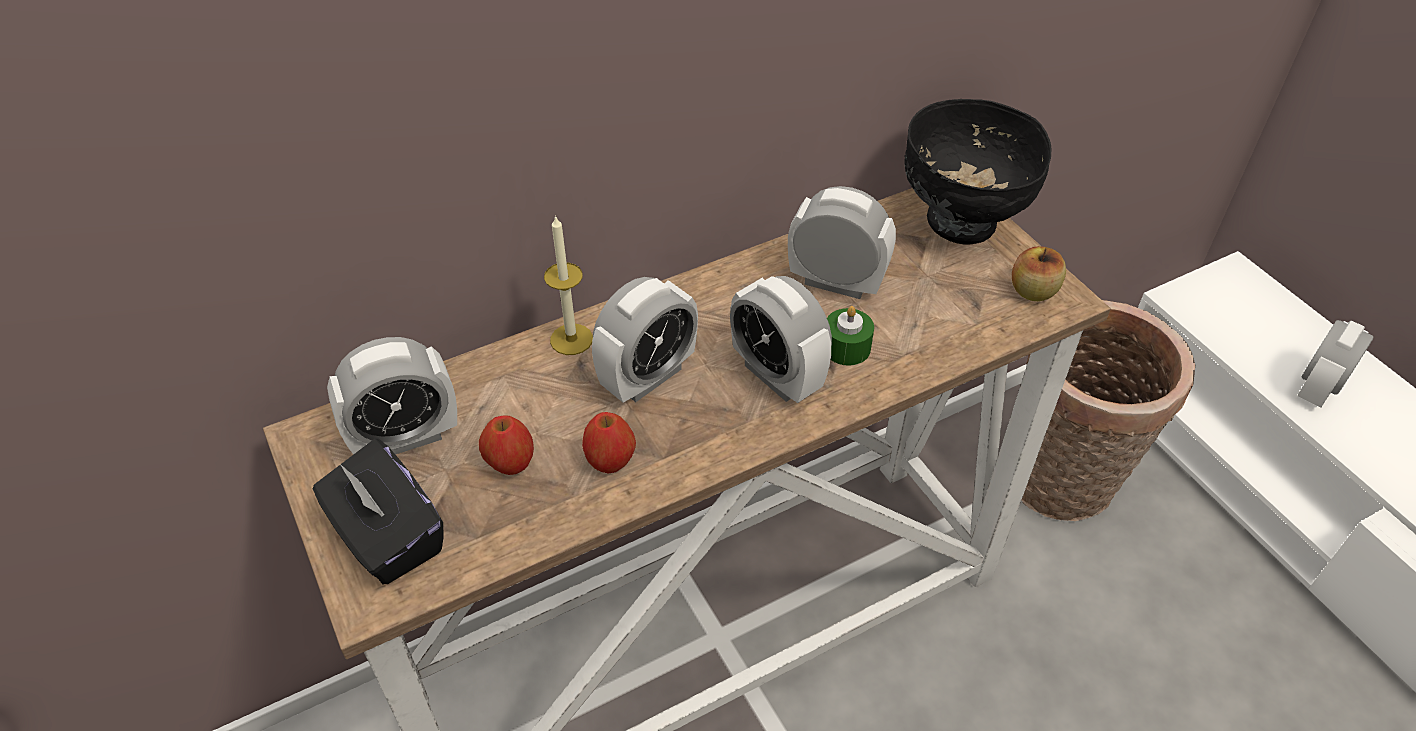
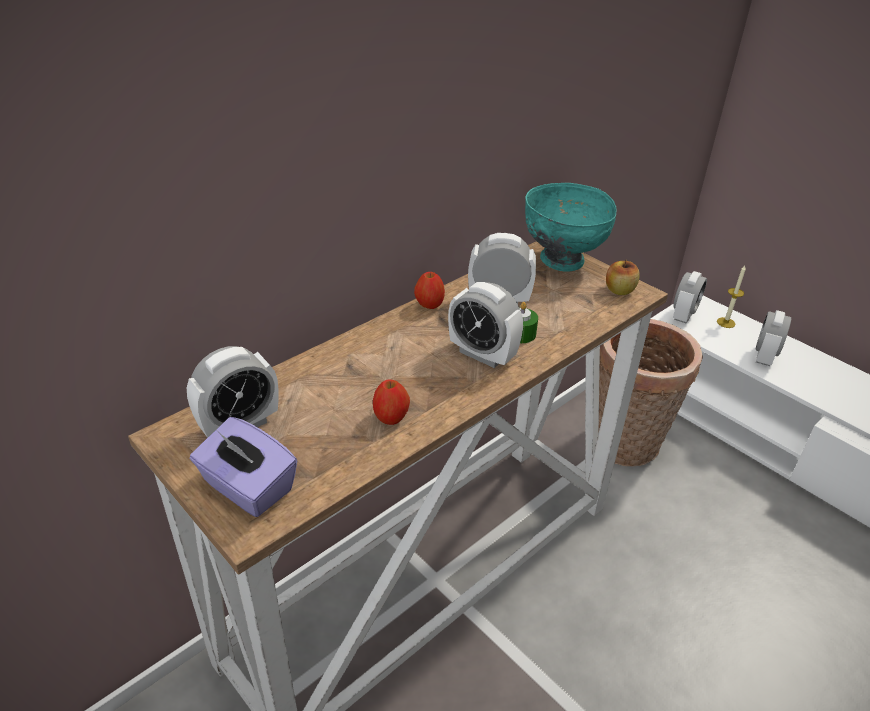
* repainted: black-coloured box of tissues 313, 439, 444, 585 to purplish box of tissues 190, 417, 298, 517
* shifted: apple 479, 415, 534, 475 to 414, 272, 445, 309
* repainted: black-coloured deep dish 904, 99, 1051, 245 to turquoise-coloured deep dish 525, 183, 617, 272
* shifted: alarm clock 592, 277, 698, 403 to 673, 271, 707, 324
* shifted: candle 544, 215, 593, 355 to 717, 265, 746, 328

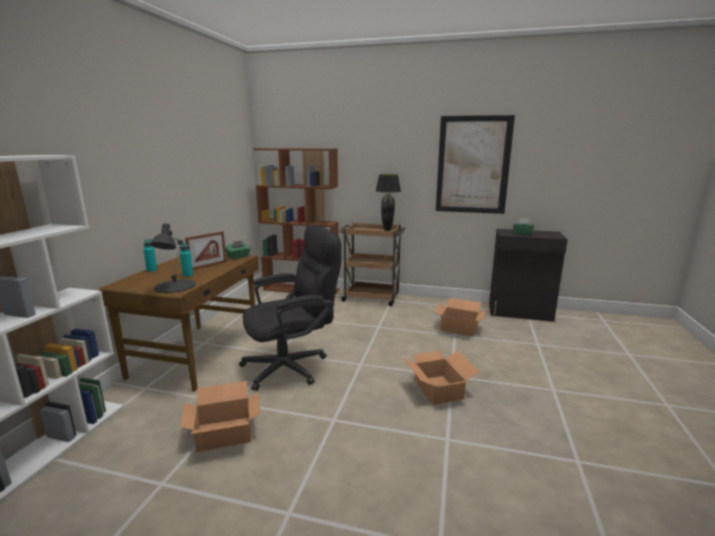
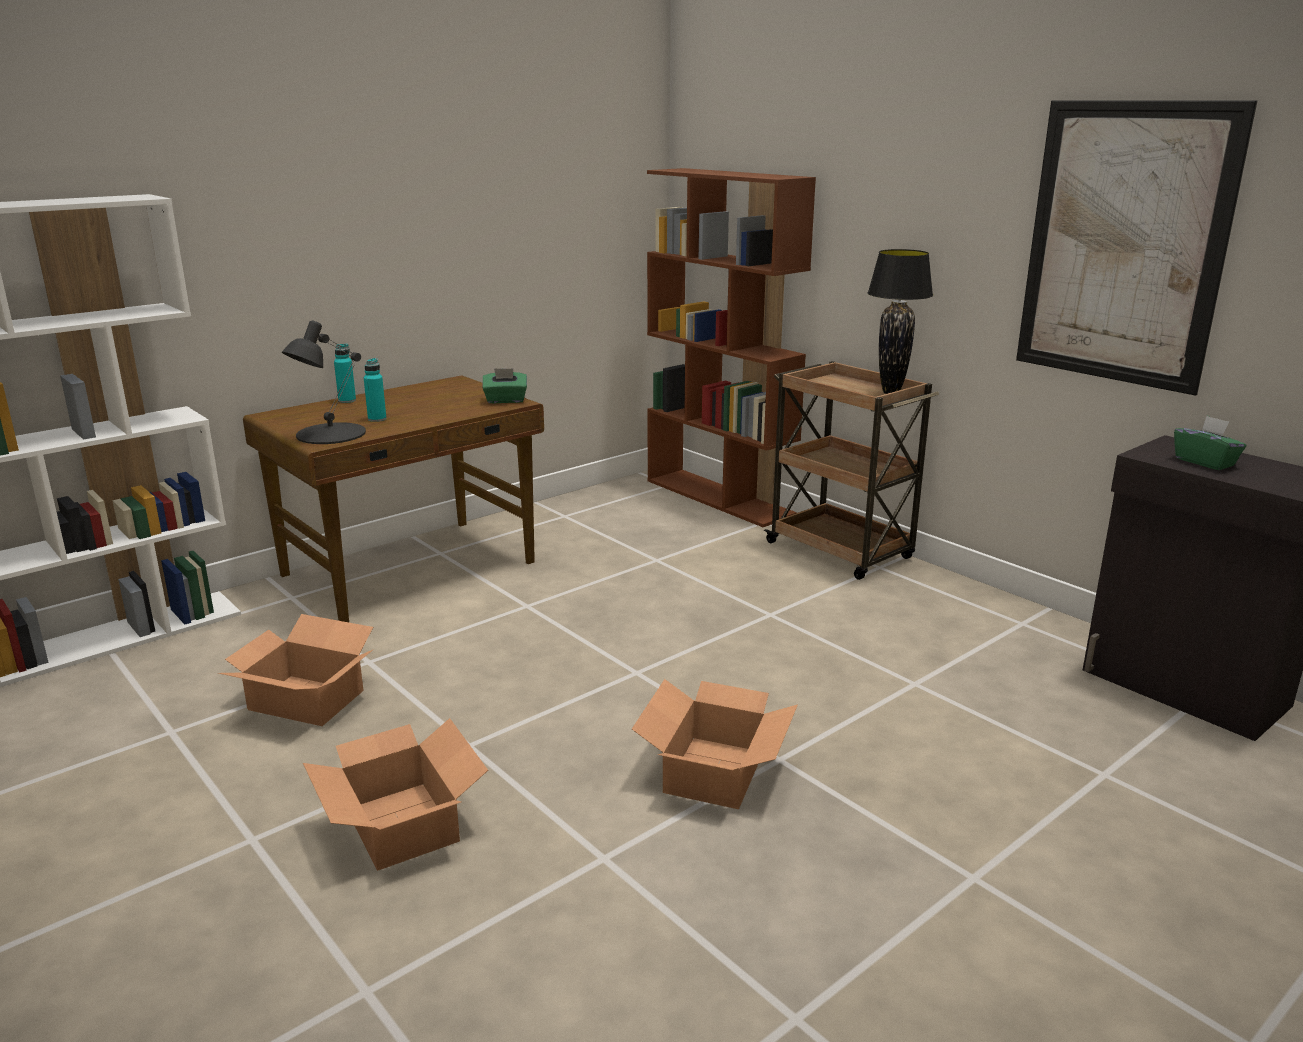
* shifted: packing box 435, 298, 486, 336 to 303, 718, 488, 871
* gone: photo frame 185, 231, 227, 270
* gone: black-coloured desk chair 239, 225, 342, 391

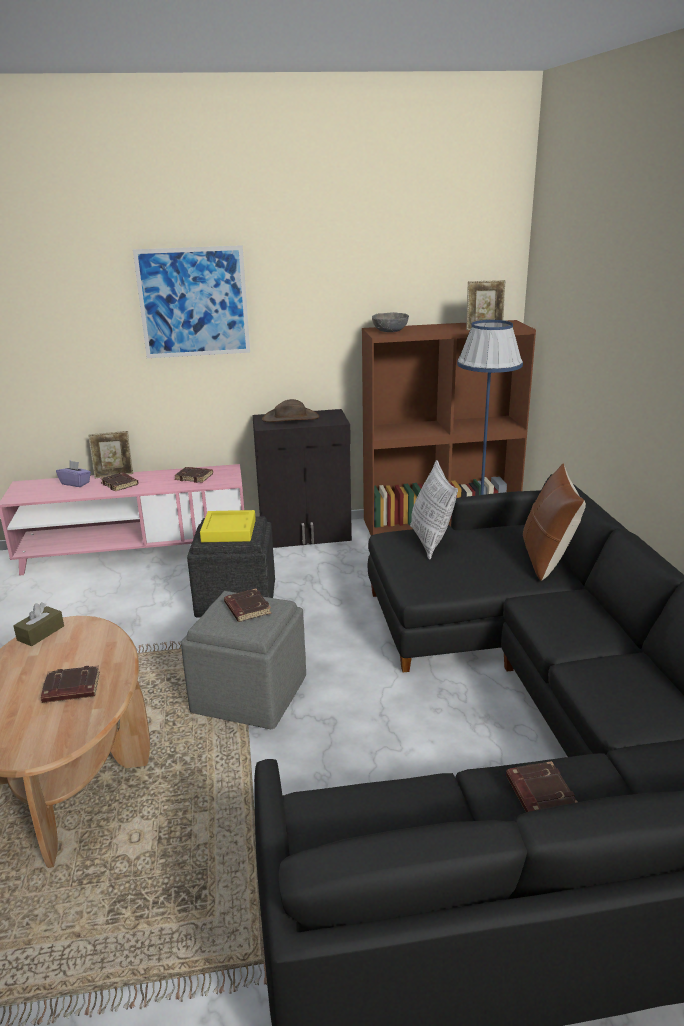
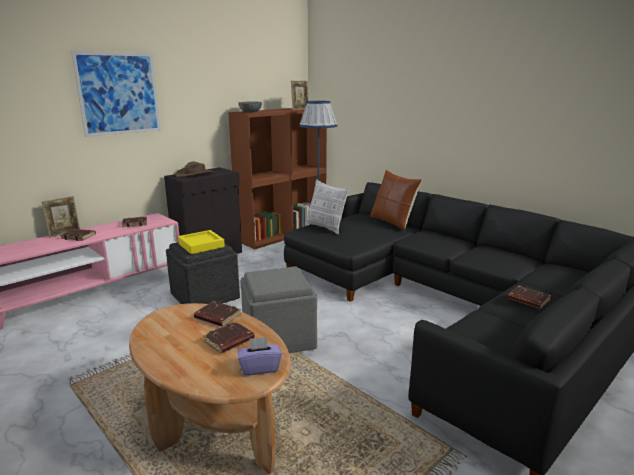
* shifted: brownish bound book 224, 588, 271, 622 to 194, 301, 241, 327
* shifted: purplish box of tissues 56, 461, 91, 487 to 238, 337, 282, 376
* gone: brownish box of tissues 13, 602, 64, 646

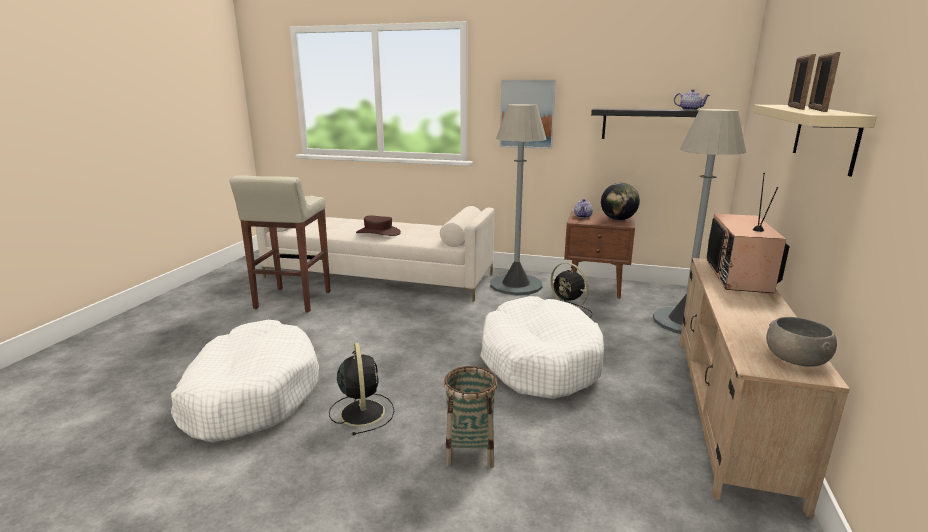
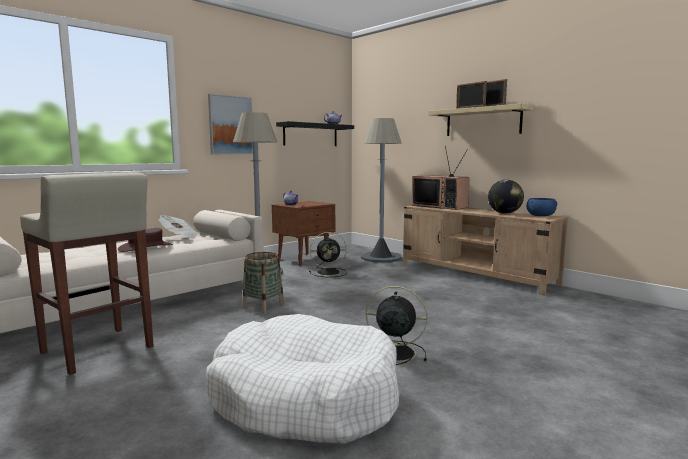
* new: newspaper 158, 215, 199, 239
* shifted: household basket 444, 366, 497, 468 to 242, 252, 284, 314
* shifted: world globe 601, 183, 640, 220 to 488, 180, 524, 214
* repainted: gray deep dish 766, 317, 837, 367 to blue-coloured deep dish 527, 198, 557, 216
* gone: white-coloured dog bed 480, 296, 604, 399

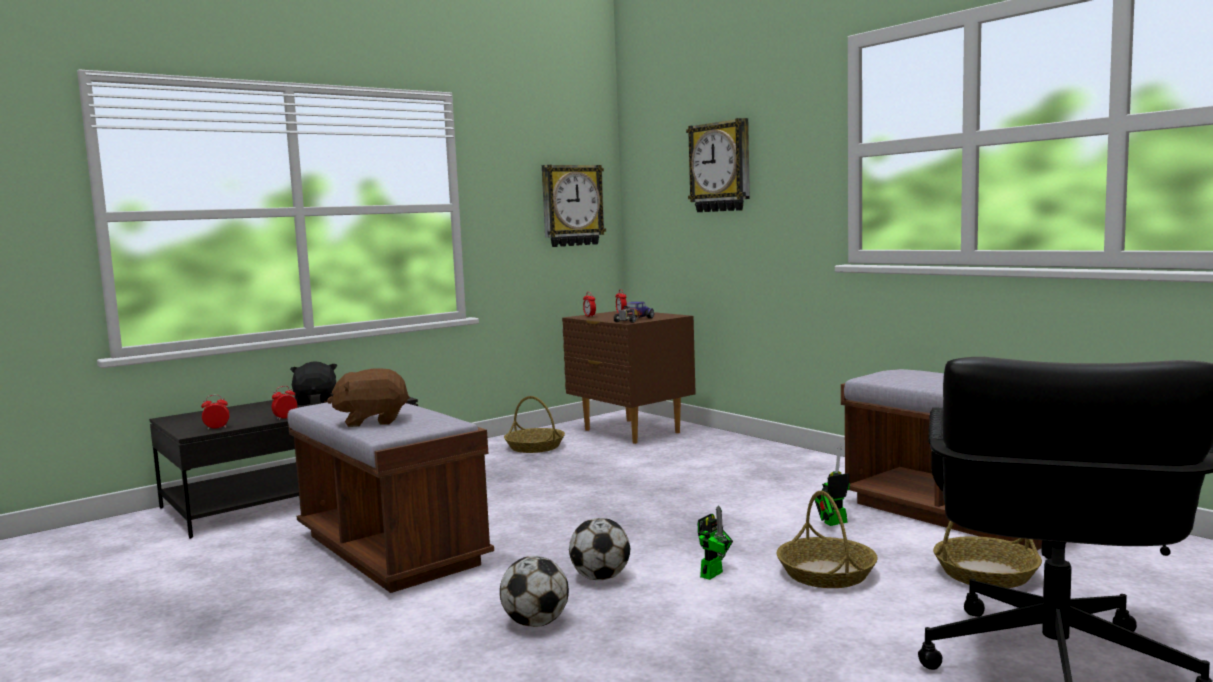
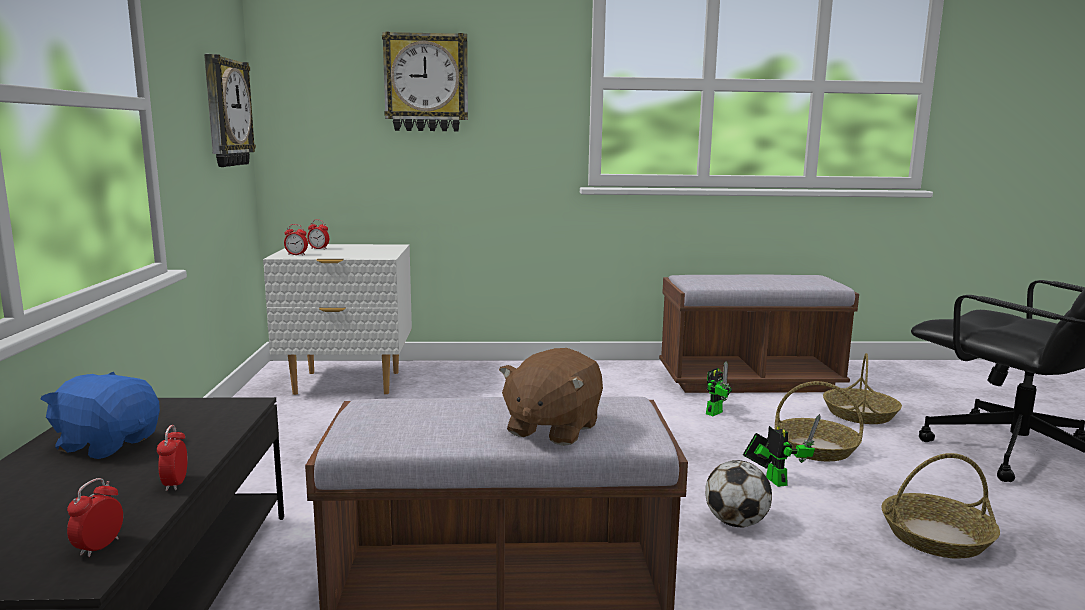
* repainted: black-coloured cuddly toy 290, 361, 338, 405 to blue-coloured cuddly toy 40, 372, 160, 459
* repainted: brownish night table 562, 311, 696, 444 to white-coloured night table 263, 244, 412, 395
* rotated: model robot 815, 445, 850, 526 = 706, 361, 732, 416 150 degrees counterclockwise
* shifted: household basket 504, 396, 565, 453 to 881, 453, 1000, 559
* gone: football 500, 556, 569, 627
* gone: miniature car 614, 302, 654, 323

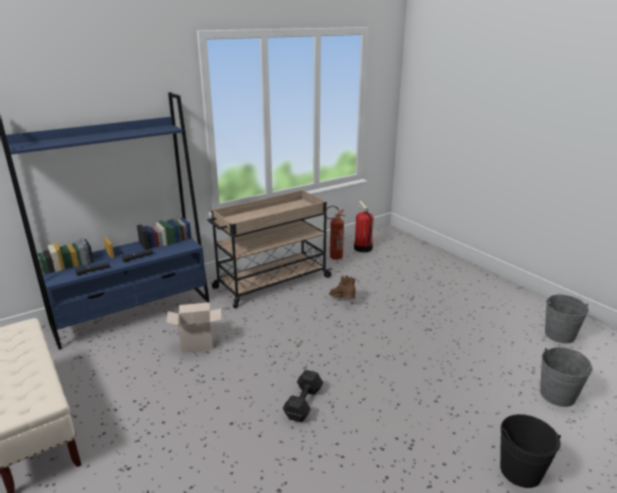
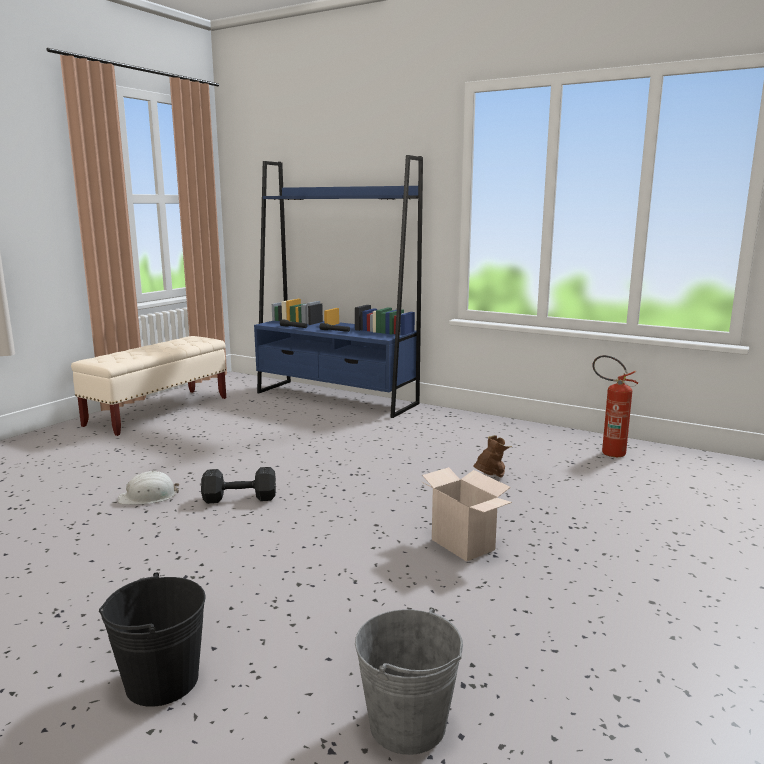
* new: white-coloured work helmet 118, 471, 179, 505
* shifted: packing box 166, 302, 221, 353 to 421, 467, 512, 562
* gone: beige-coloured cart 207, 190, 333, 308
* gone: fire extinguisher 354, 201, 374, 252
* gone: gray pail 545, 294, 589, 343

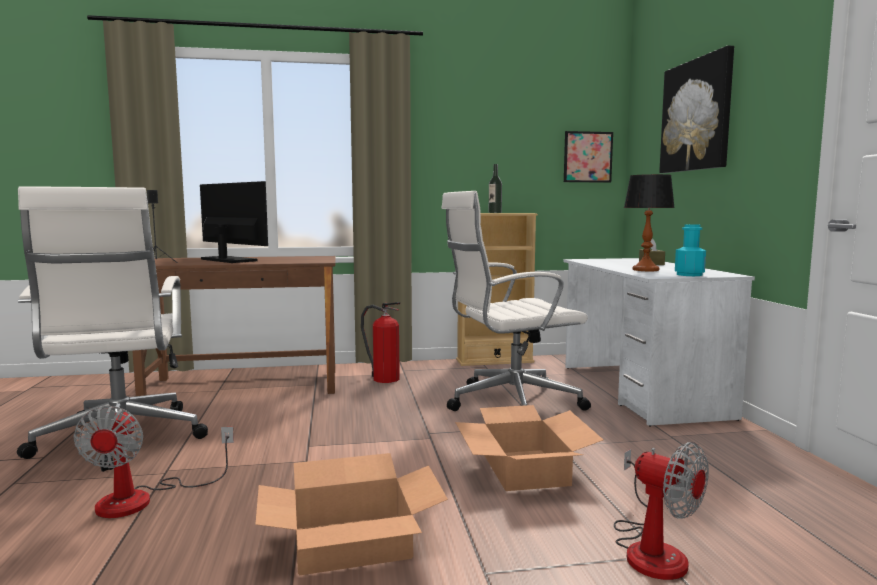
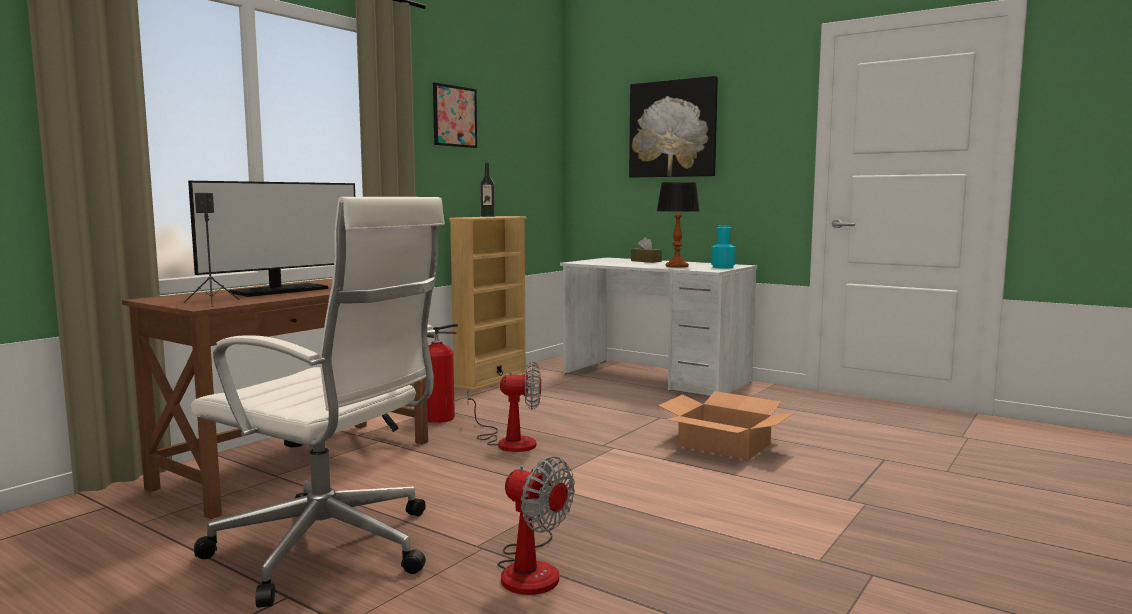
* rotated: computer screen 200, 181, 268, 263 = 188, 181, 355, 297 135 degrees clockwise
* shifted: picture 564, 131, 613, 183 to 433, 82, 477, 148
* shifted: electric fan 614, 442, 709, 580 to 467, 361, 541, 452
* gone: packing box 255, 453, 448, 576
* gone: white-coloured desk chair 441, 191, 591, 411

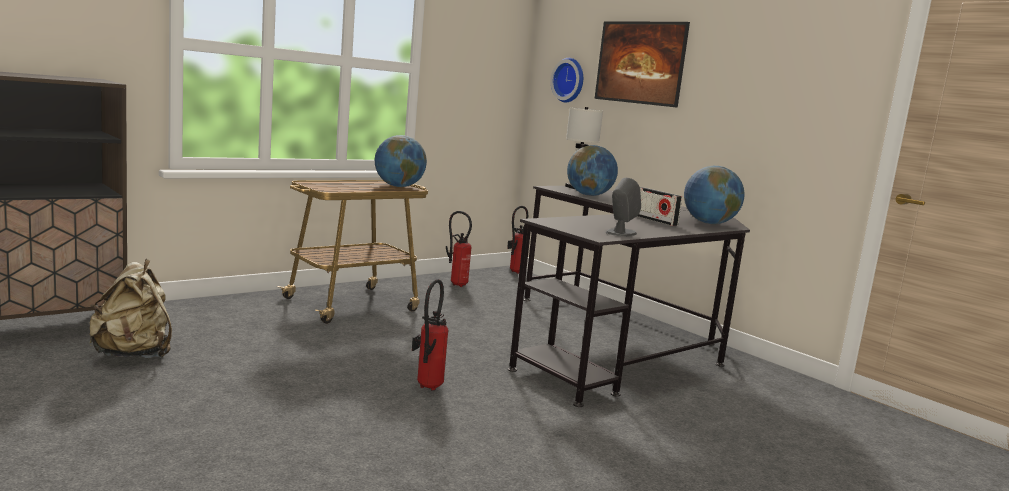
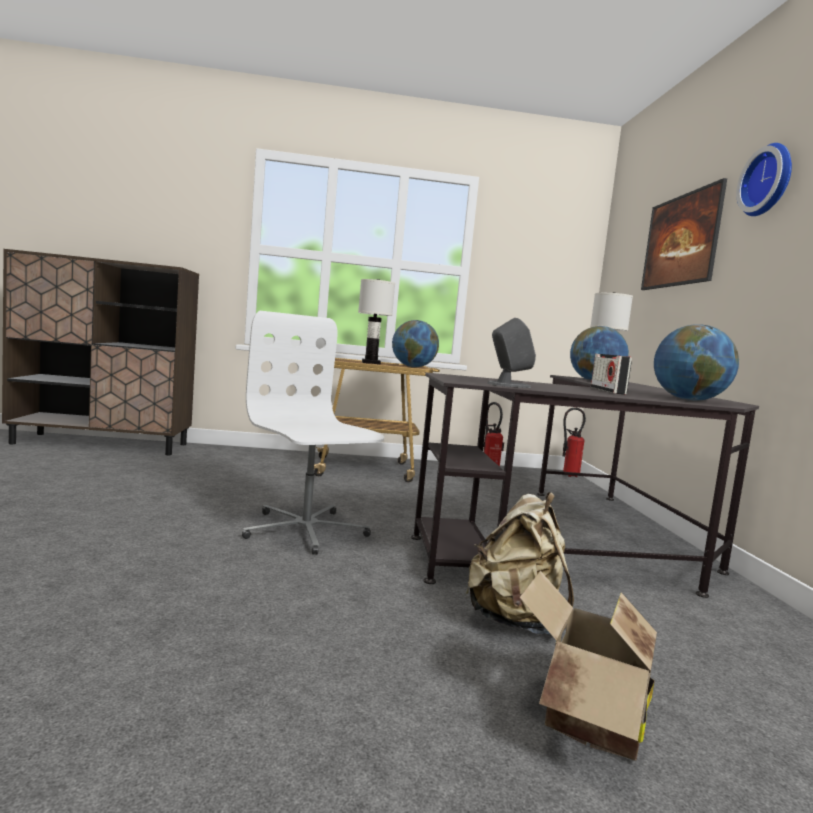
* swapped: fire extinguisher 412, 279, 448, 390 to white-coloured desk chair 242, 311, 384, 555
* new: white-coloured table lamp 358, 279, 395, 364
* shifted: beige-coloured rucksack 89, 259, 172, 358 to 465, 492, 574, 637
* new: packing box 519, 571, 657, 761
* shifted: hanging clock 551, 58, 583, 103 to 736, 143, 792, 216

